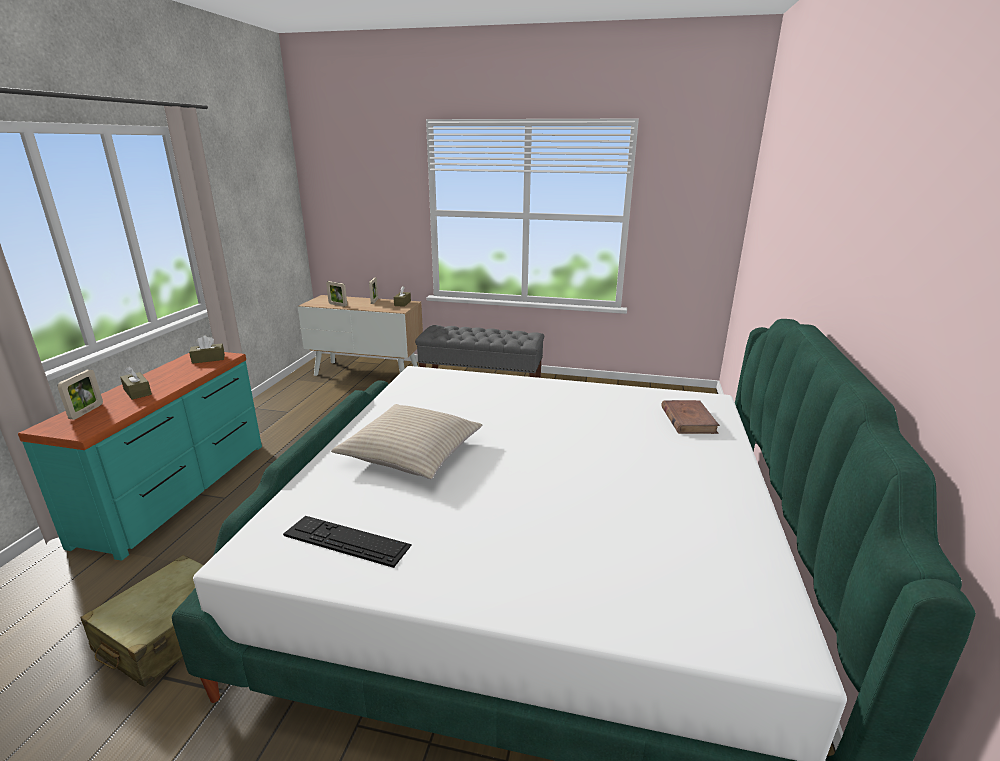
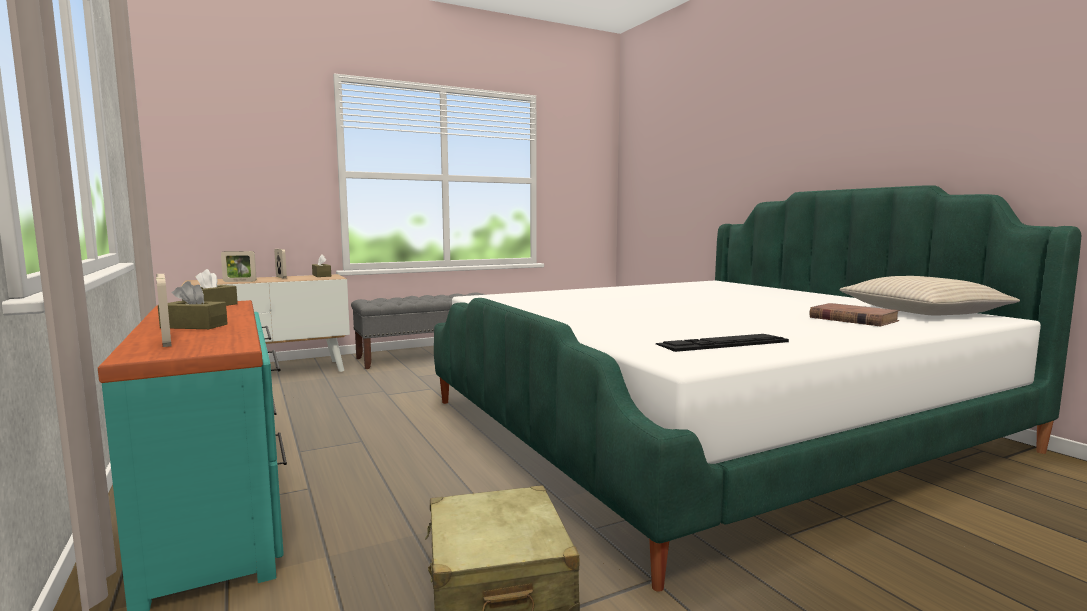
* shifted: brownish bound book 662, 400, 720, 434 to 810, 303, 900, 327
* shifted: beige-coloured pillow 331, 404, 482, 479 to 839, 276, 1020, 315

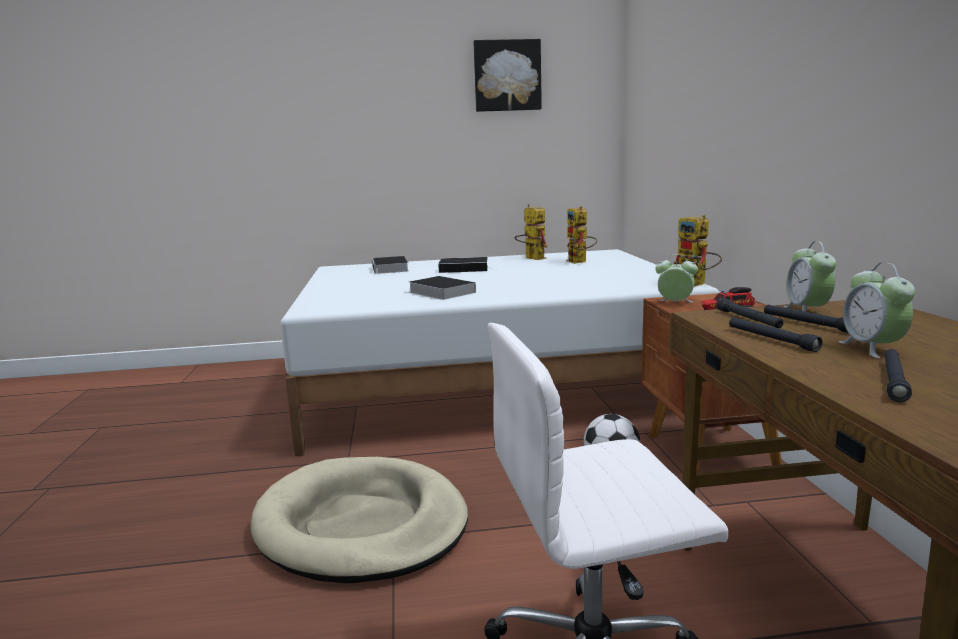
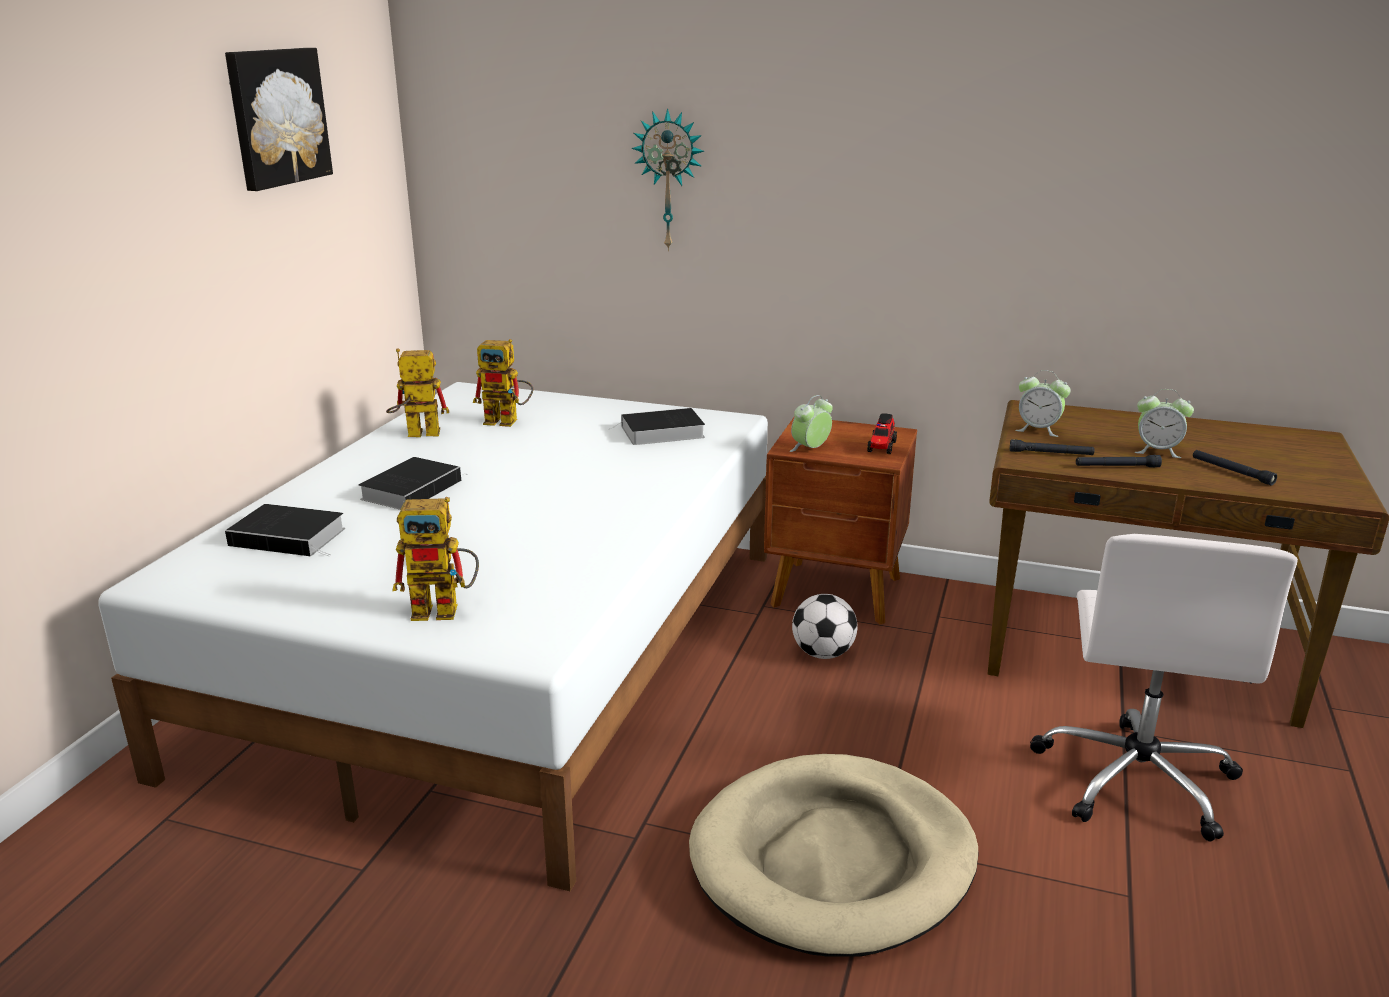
* shifted: model robot 673, 215, 722, 287 to 392, 497, 479, 621
* shifted: bound book 409, 276, 476, 300 to 609, 408, 705, 445
* new: hanging clock 632, 108, 704, 251
* gone: black-coloured flashlight 764, 305, 848, 333

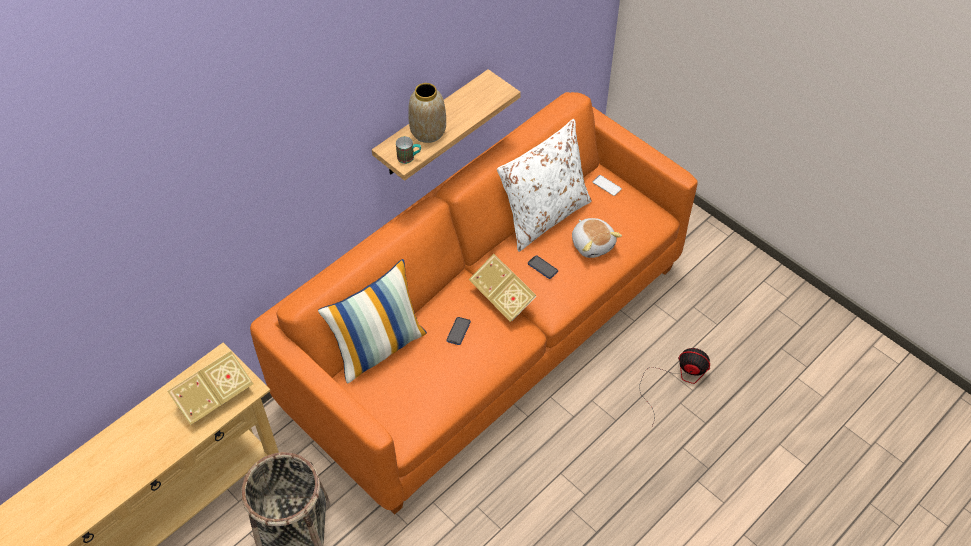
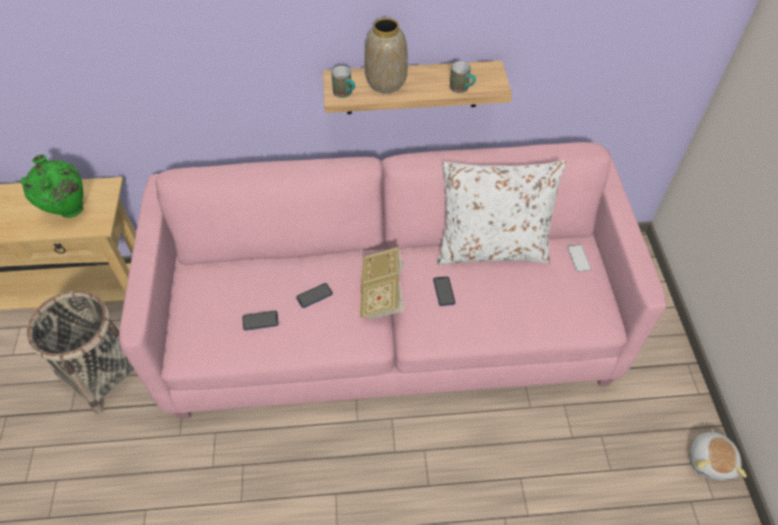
* swapped: bound book 167, 351, 253, 425 to greenish vase 20, 155, 83, 218
* repainted: orange sofa 250, 92, 698, 514 to pinkish sofa 119, 142, 666, 419
* new: handset 242, 310, 279, 331
* new: coffee mug 450, 61, 476, 93
* shifted: cuddly toy 572, 218, 622, 258 to 690, 428, 747, 481
* gone: pillow 318, 259, 427, 384
* gone: electric fan 639, 348, 710, 426

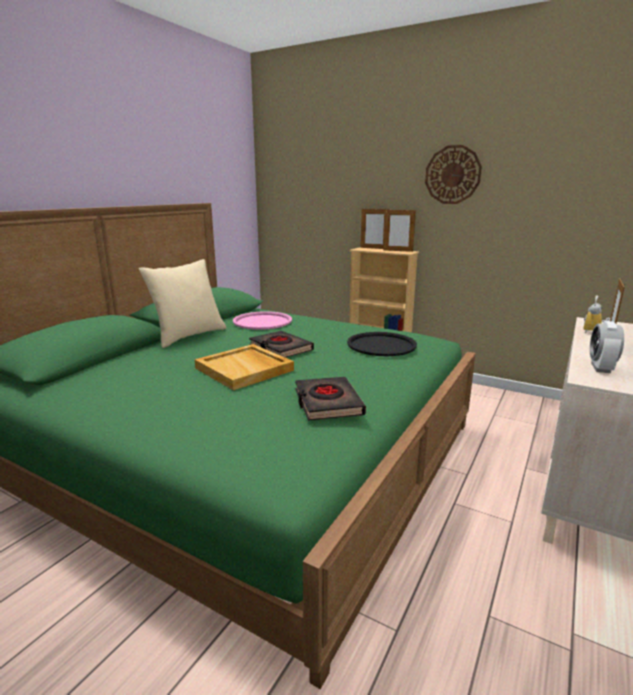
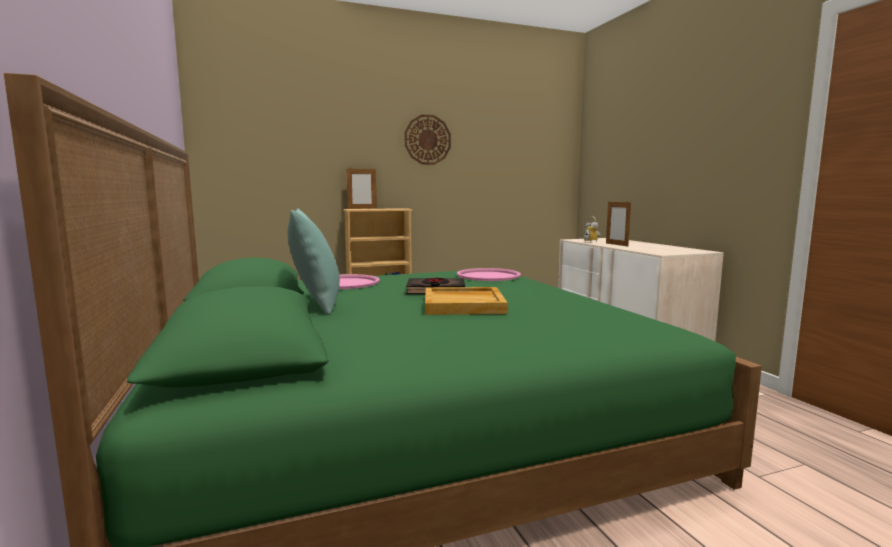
* repainted: beige-coloured pillow 139, 259, 226, 348 to turquoise-coloured pillow 287, 209, 340, 315
* repainted: black-coloured serving tray 347, 332, 417, 356 to pinkish serving tray 457, 268, 521, 281
* gone: black-coloured bound book 295, 377, 366, 421
* gone: photo frame 384, 209, 416, 252
* gone: alarm clock 590, 321, 624, 373

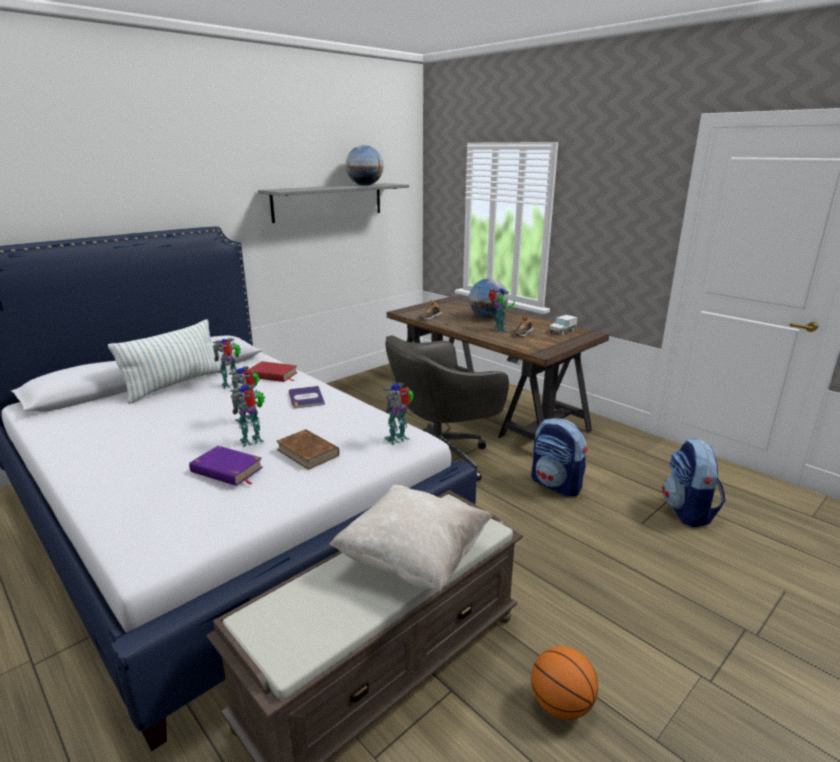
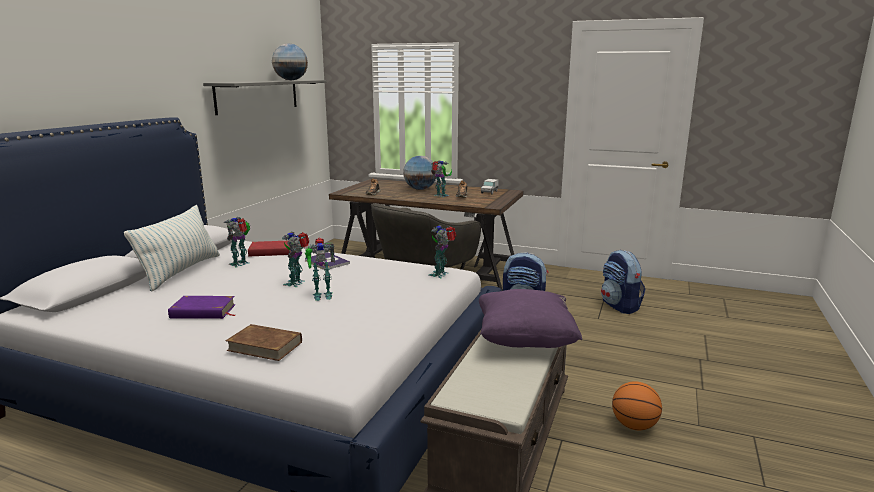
* shifted: purplish bound book 189, 446, 263, 486 to 168, 296, 235, 319
* shifted: brownish bound book 276, 429, 339, 470 to 226, 324, 302, 361
* rotated: model robot 230, 384, 265, 447 = 305, 238, 335, 301 135 degrees counterclockwise
* repainted: beige-coloured pillow 329, 485, 492, 591 to purplish pillow 479, 289, 582, 348

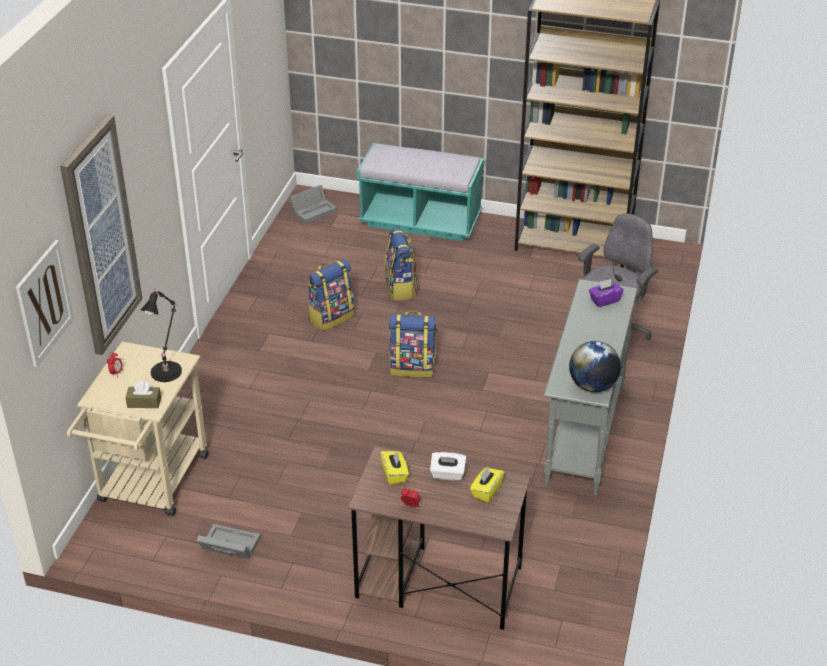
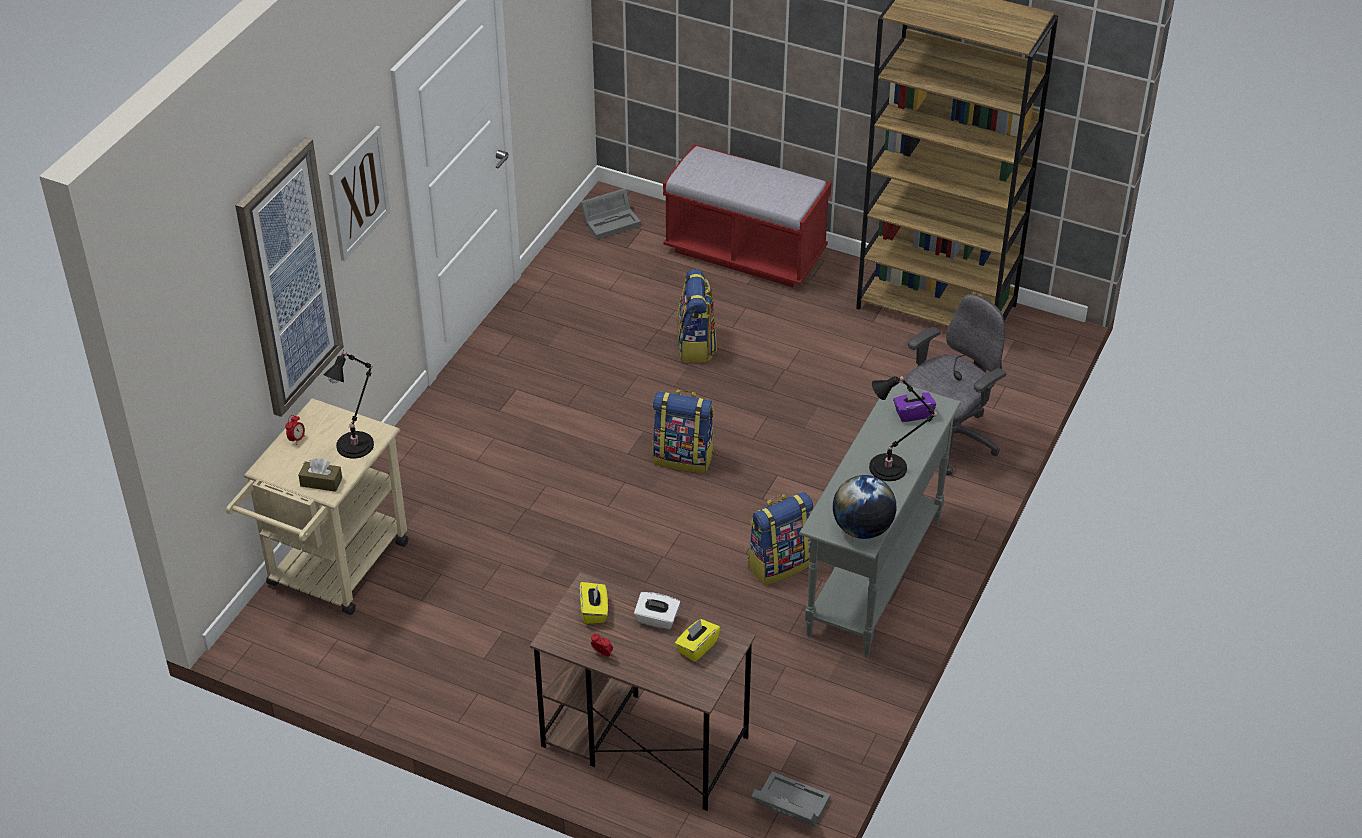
* shifted: picture 16, 240, 74, 367 to 329, 126, 390, 261
* repainted: turquoise-coloured bench 357, 143, 484, 241 to red bench 663, 144, 831, 287
* shifted: rucksack 308, 259, 355, 331 to 748, 492, 813, 586
* shifted: gray storage bin 197, 524, 260, 559 to 752, 772, 830, 827
* new: black-coloured table lamp 869, 375, 938, 481

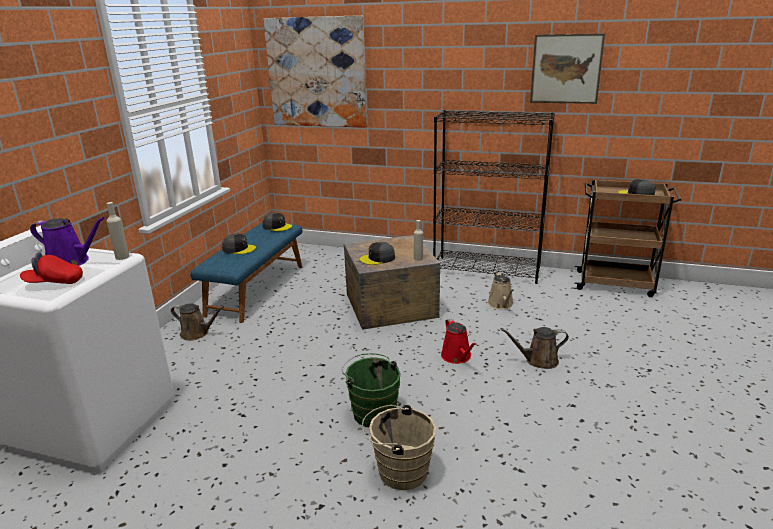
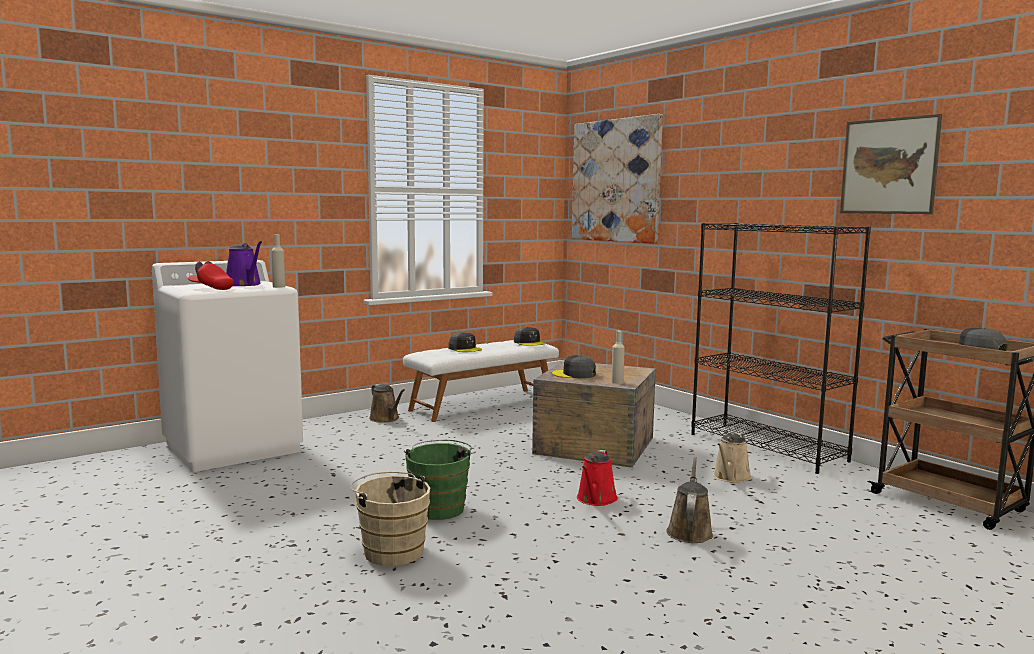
* repainted: blue-coloured bench 190, 223, 302, 323 to white-coloured bench 403, 340, 559, 422
* rotated: brownish watering pot 501, 327, 569, 369 = 666, 457, 713, 543 75 degrees clockwise

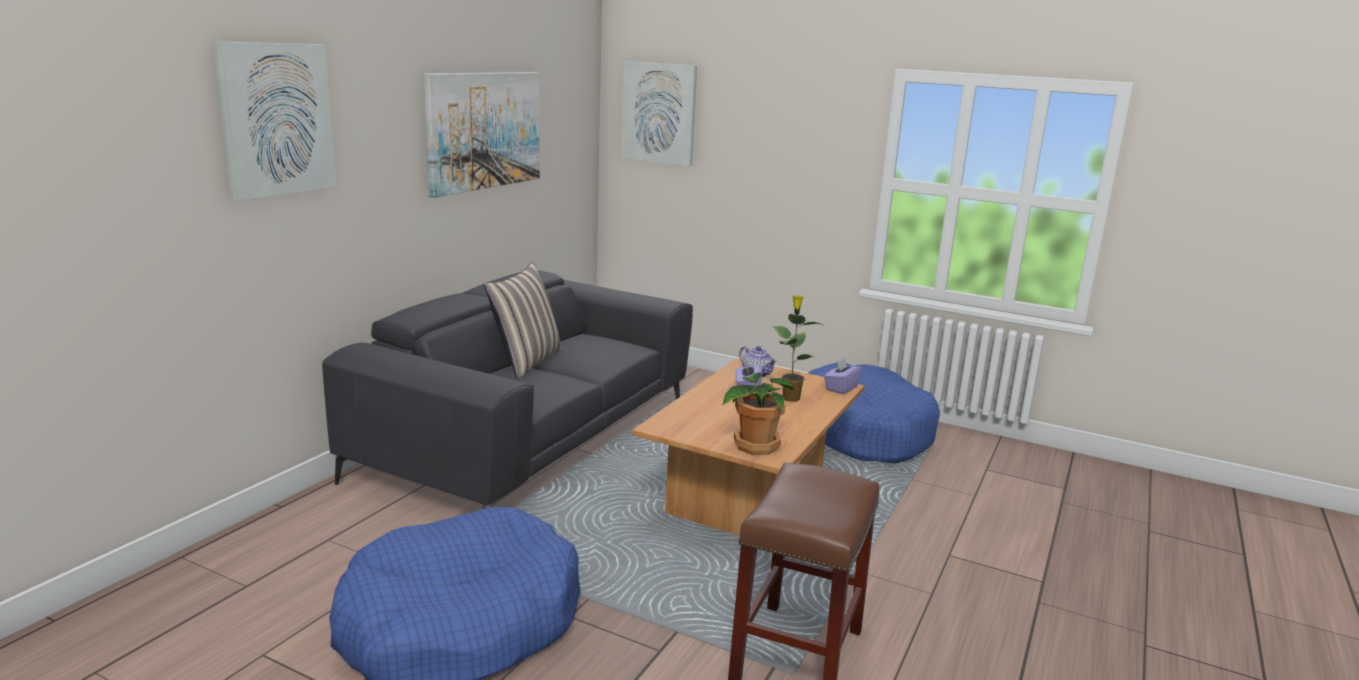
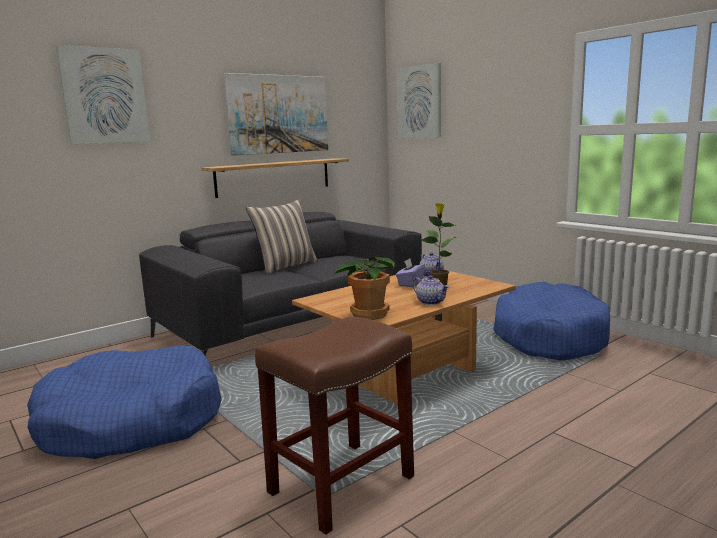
* new: shelf 202, 158, 349, 198
* new: teapot 413, 275, 449, 305
* gone: purplish box of tissues 824, 357, 863, 394

